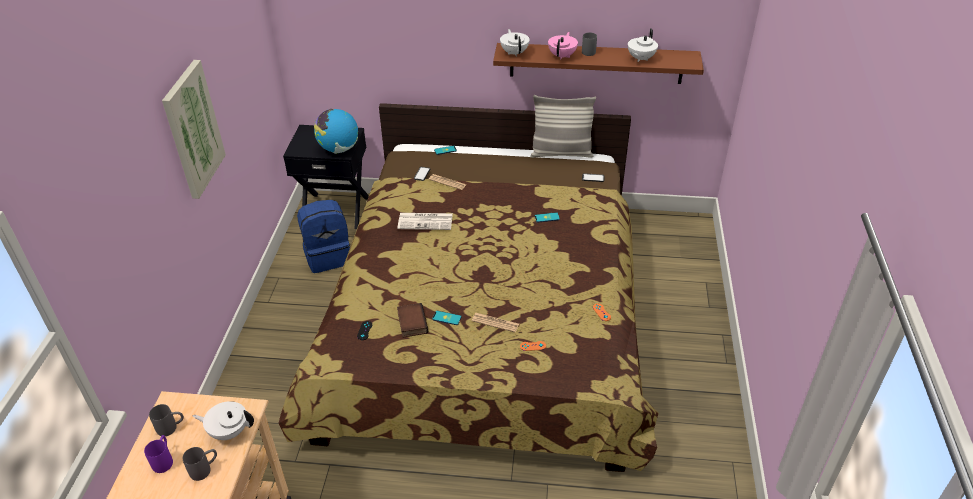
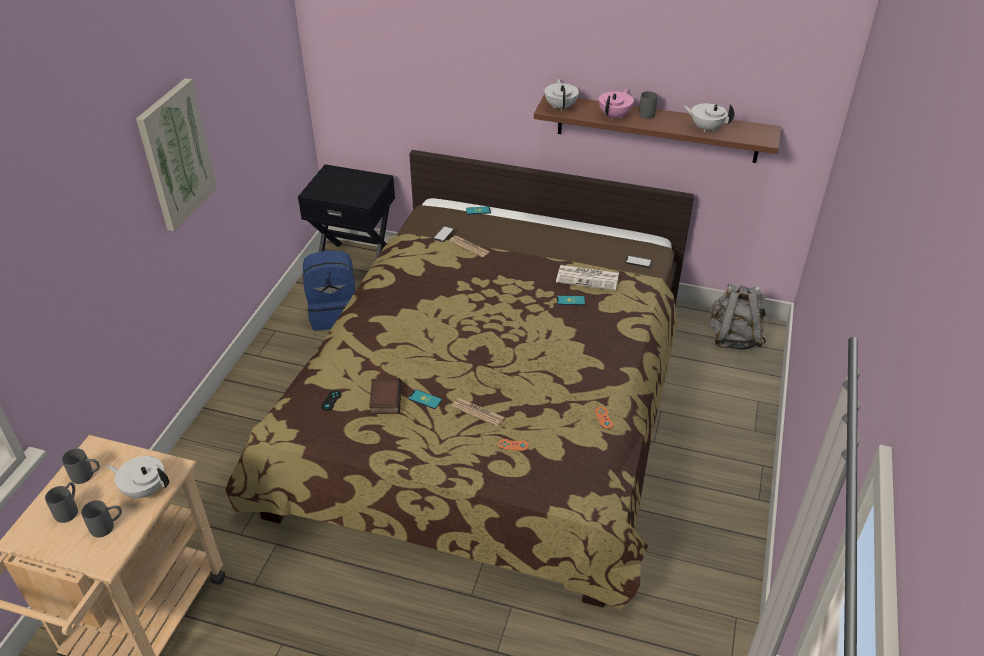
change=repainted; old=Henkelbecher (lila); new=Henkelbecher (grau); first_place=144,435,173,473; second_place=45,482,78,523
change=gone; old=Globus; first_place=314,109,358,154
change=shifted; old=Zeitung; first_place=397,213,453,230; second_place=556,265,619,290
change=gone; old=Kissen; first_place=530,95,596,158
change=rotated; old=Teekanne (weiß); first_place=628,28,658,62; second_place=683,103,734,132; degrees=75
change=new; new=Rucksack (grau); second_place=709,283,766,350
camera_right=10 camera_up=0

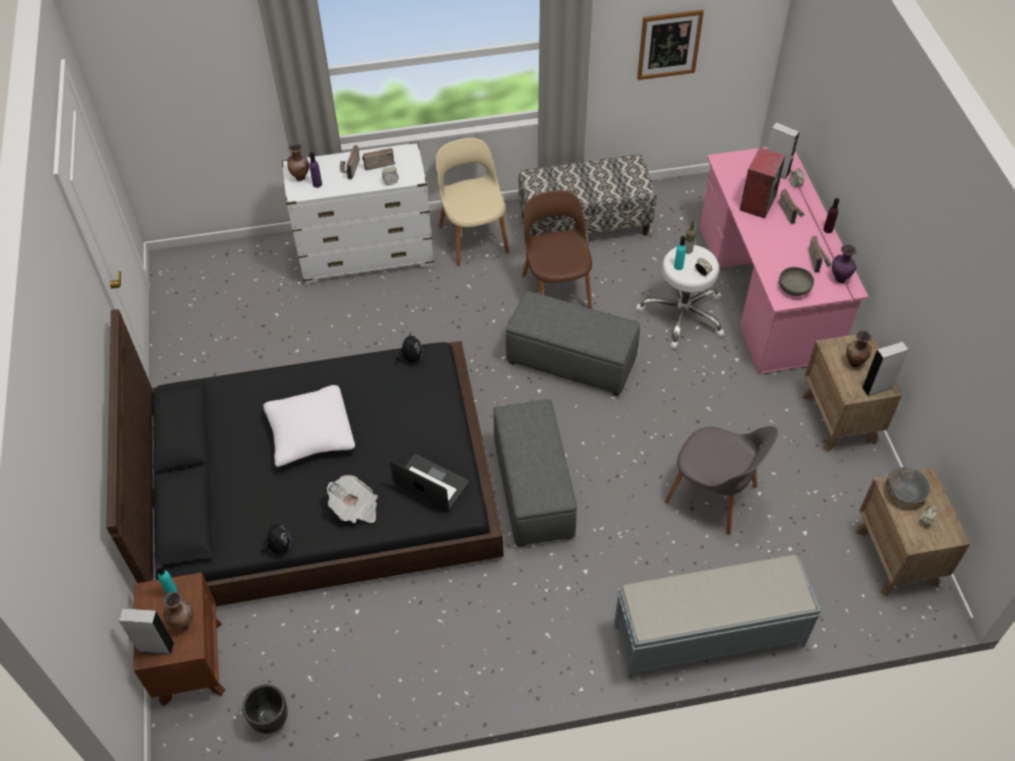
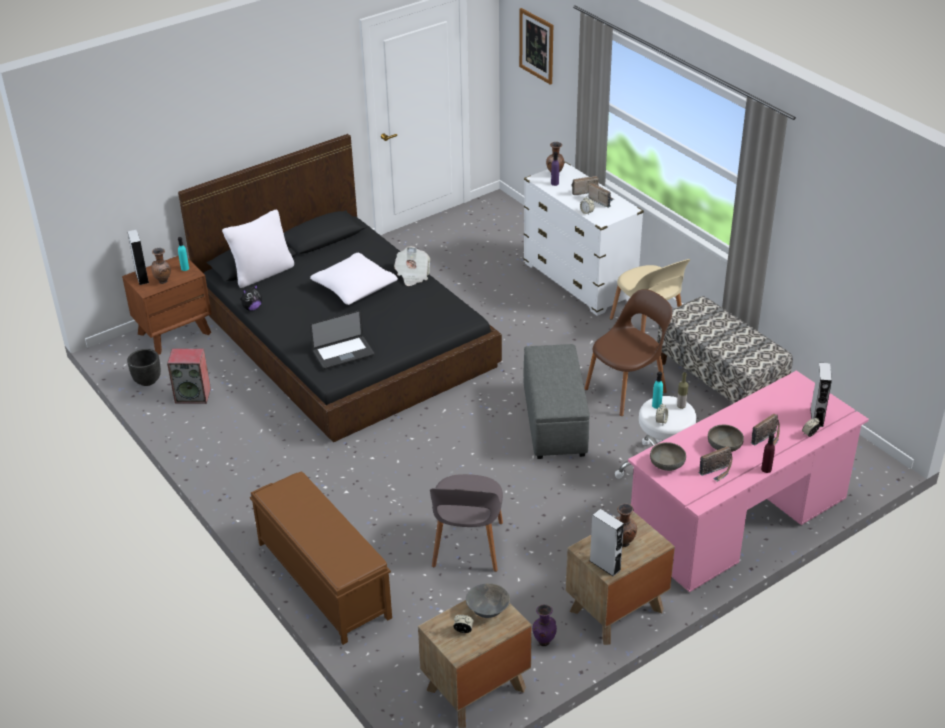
change=shifted; old=Zeitung; first_place=327,475,378,523; second_place=394,246,430,286
change=rotated; old=Laptop; first_place=390,454,469,510; second_place=310,310,374,370; degrees=60
change=gone; old=Plüschtier; first_place=396,331,423,363
change=rotated; old=Stuhl (beige); first_place=436,138,509,266; second_place=610,259,691,333; degrees=105
change=gone; old=Polsterhocker (grau); first_place=493,399,577,547
change=repainted; old=Bank (grau); new=Bank (braun); first_place=614,555,822,679; second_place=250,472,392,645
change=shifted; old=Bild; first_place=637,10,704,80; second_place=519,8,553,85
change=shifted; old=Lautsprecher; first_place=740,147,786,218; second_place=167,349,211,404
change=shifted; old=Vase (lila); first_place=832,244,856,283; second_place=532,605,557,646
change=new; new=Kissen (weiß); second_place=222,210,294,288
change=new; new=Schüssel (grau); second_place=708,425,744,452
camera_right=65 camera_up=-15

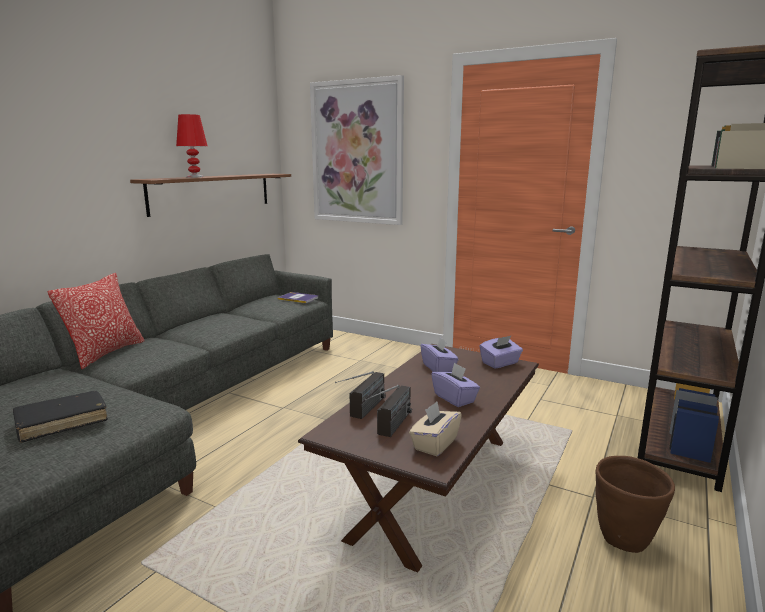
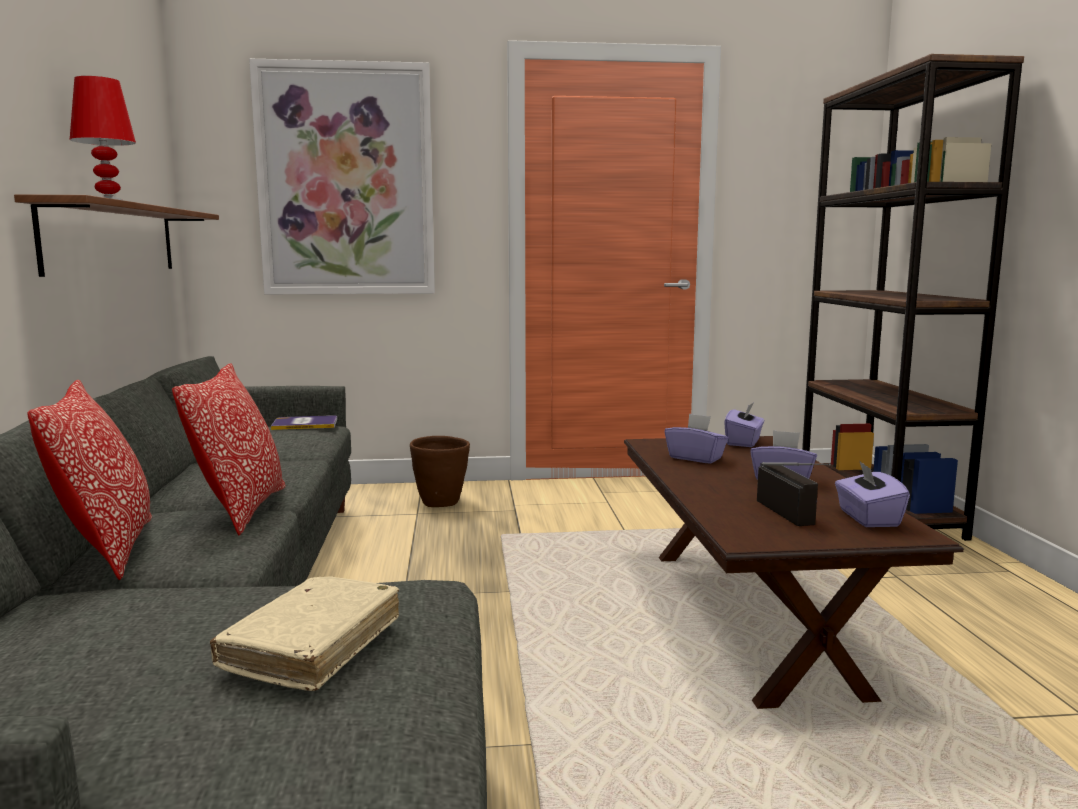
change=repainted; old=Buch (schwarz); new=Buch (beige); first_place=13,391,108,443; second_place=210,576,399,691
change=gone; old=Radio; first_place=335,371,386,419
change=repainted; old=Taschentuchbox (beige); new=Taschentuchbox (lila); first_place=409,402,462,456; second_place=835,460,910,527
change=shifted; old=Pflanzkübel (braun); first_place=596,456,675,553; second_place=410,436,470,507
change=new; new=Kissen; second_place=172,363,286,536
camera_right=-35 camera_up=-5

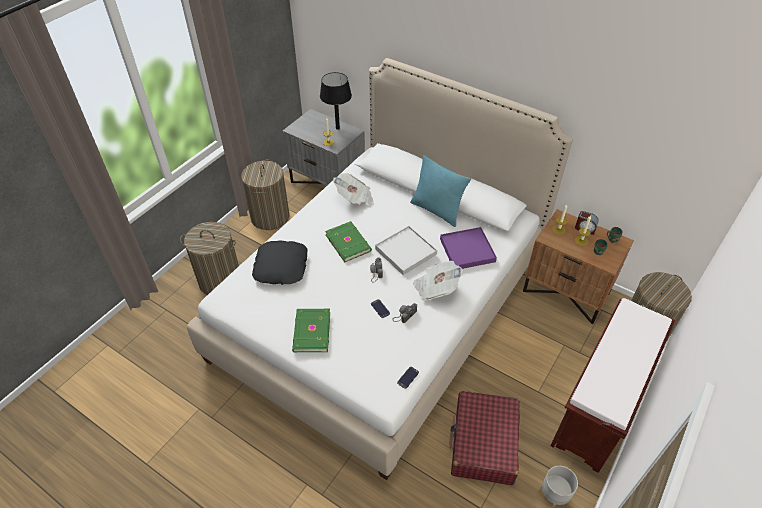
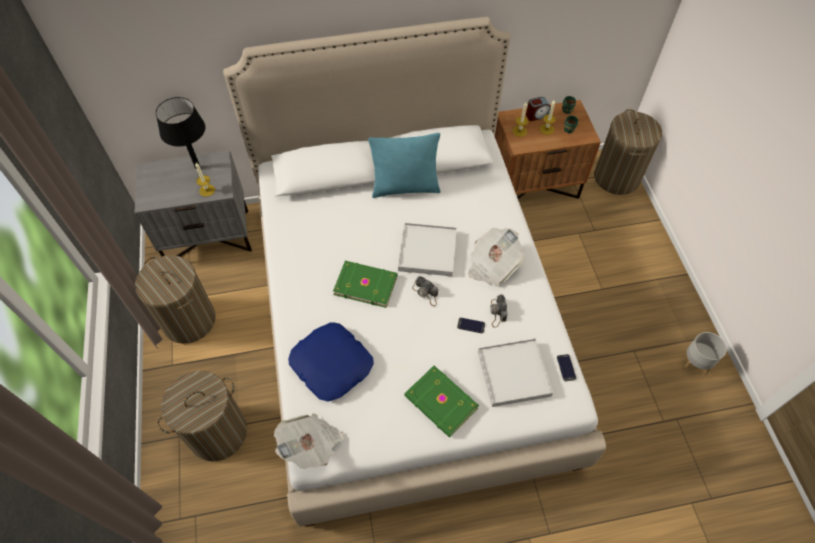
change=repainted; old=Kissen (schwarz); new=Kissen (blau); first_place=252,241,307,285; second_place=288,323,374,402
change=shifted; old=Zeitung; first_place=333,173,374,205; second_place=274,413,344,469
change=gone; old=Tablett (lila); first_place=440,227,497,269
change=gone; old=Koffer (rot); first_place=449,391,520,485
change=gone; old=Bank (braun); first_place=550,298,675,473
change=new; new=Tablett (weiß); second_place=478,338,553,407
camera_right=-45 camera_up=10

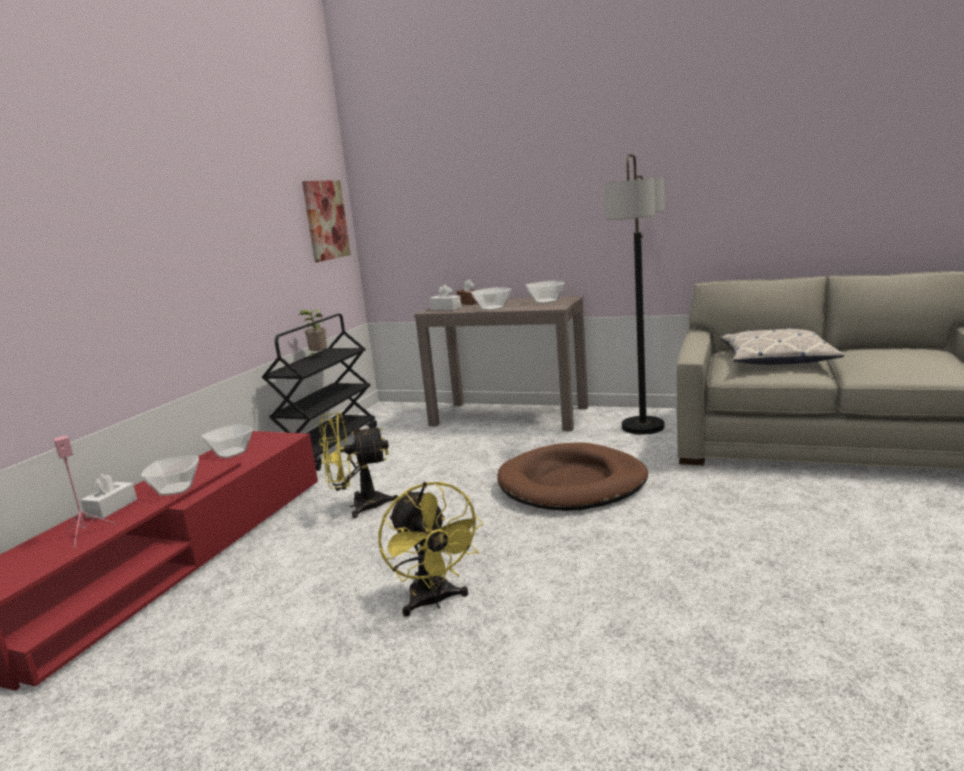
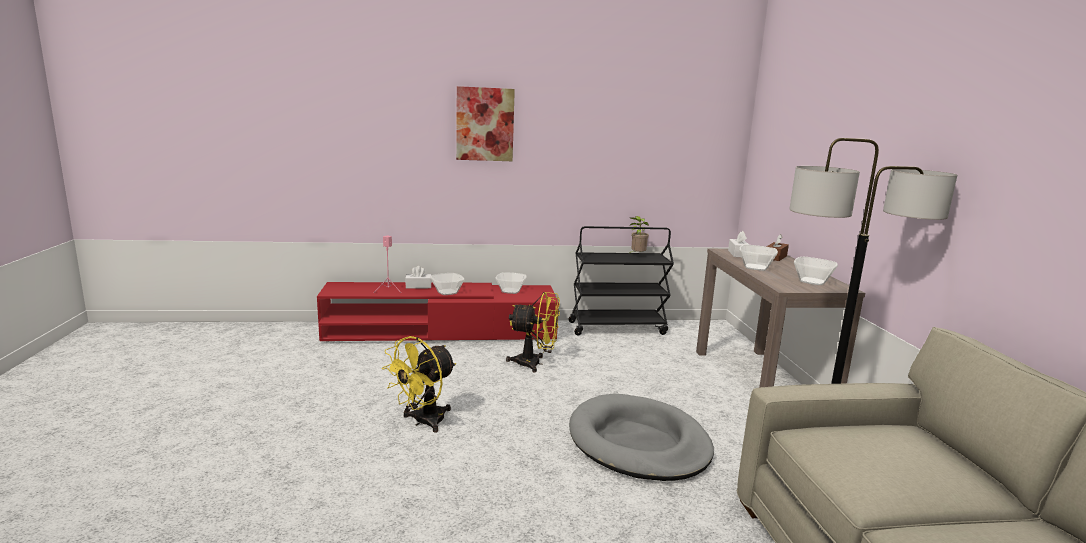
change=shifted; old=Bild; first_place=302,180,351,262; second_place=456,86,515,161
change=rotated; old=Ventilator (gelb); first_place=319,412,398,518; second_place=506,292,560,372; degrees=135
change=repainted; old=Hundebett (braun); new=Hundebett (grau); first_place=497,443,648,511; second_place=569,394,714,481
change=gone; old=Kissen; first_place=720,328,845,365
camera_right=60 camera_up=0

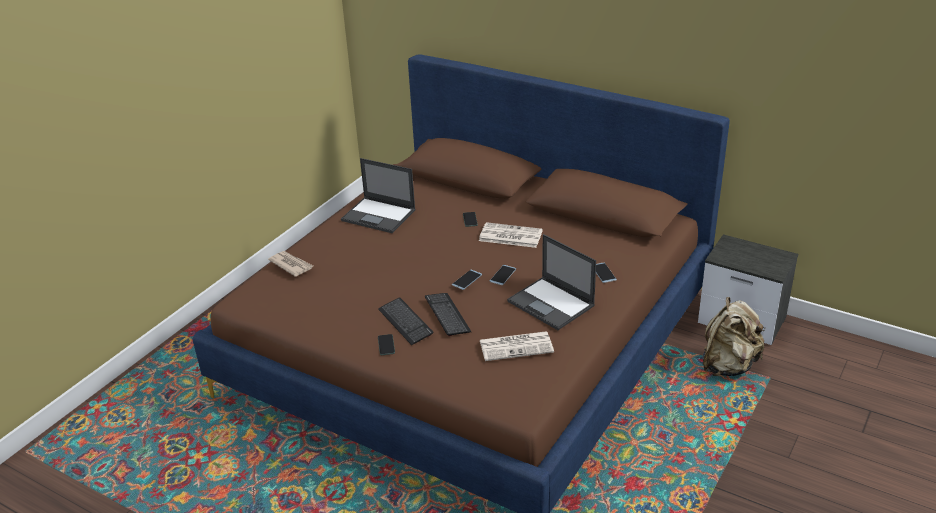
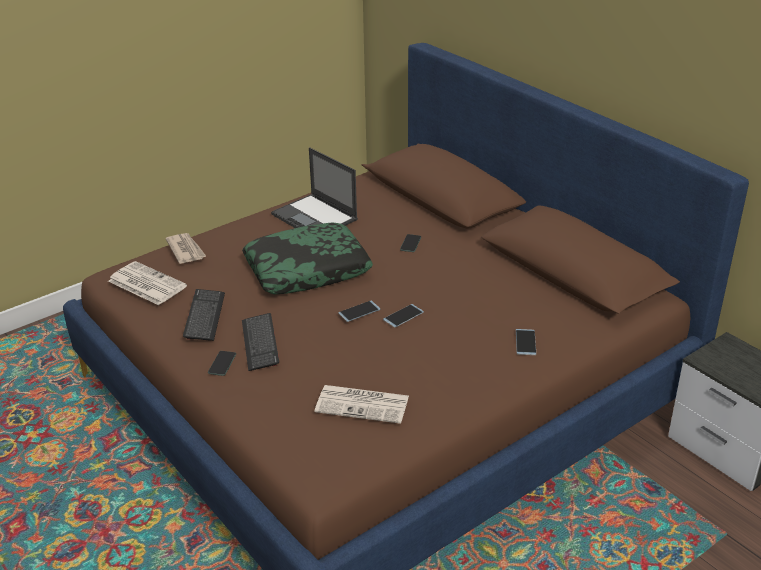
change=shifted; old=Tastatur; first_place=425,293,472,336; second_place=183,289,225,341
change=shifted; old=Zeitung; first_place=479,222,543,248; second_place=108,261,187,305
change=gone; old=Laptop; first_place=507,234,596,330
change=gone; old=Rucksack (beige); first_place=703,297,766,376
change=new; new=Kissen; second_place=242,223,373,294
camera_right=20 camera_up=0

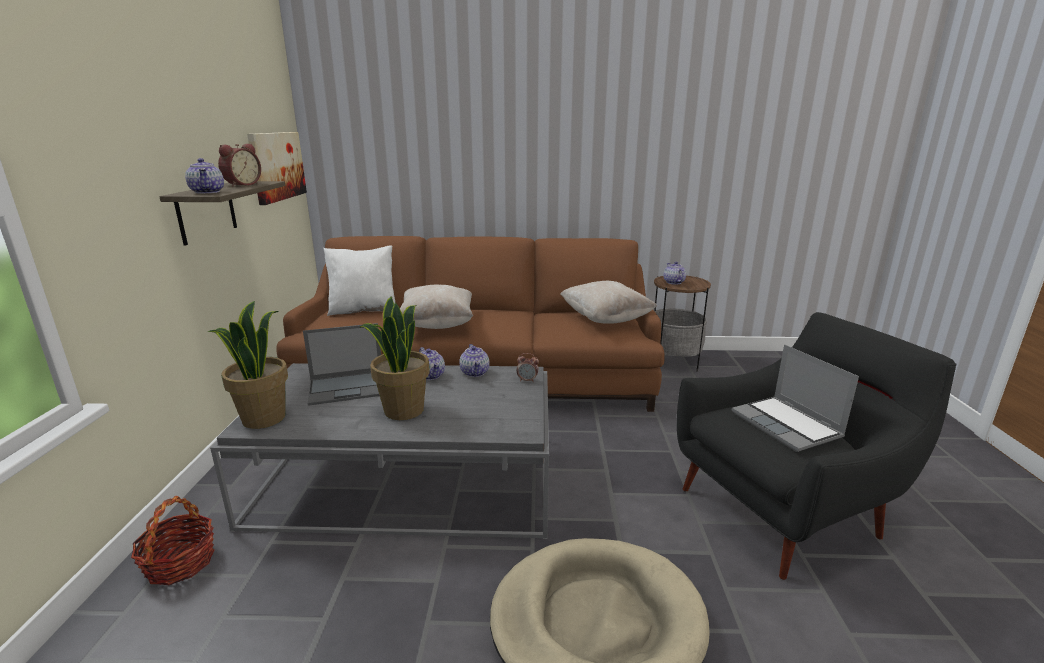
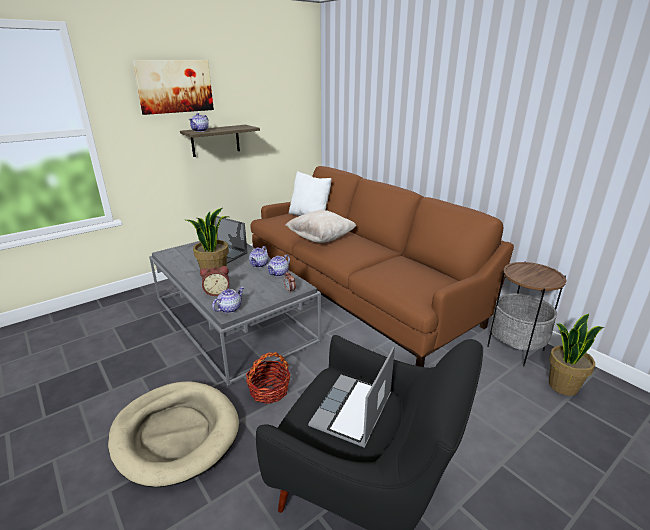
change=shifted; old=Korb; first_place=131,496,215,585; second_place=246,352,291,404
change=shifted; old=Topfpflanze; first_place=207,301,288,429; second_place=549,314,605,396
change=shifted; old=Wecker; first_place=218,144,261,187; second_place=200,266,229,296
change=shifted; old=Bild; first_place=247,132,307,205; second_place=132,60,214,115
change=gone; old=Kissen (beige); first_place=560,281,657,324
change=shifted; old=Teekanne; first_place=663,261,686,285; second_place=212,287,244,313
camera_right=50 camera_up=5

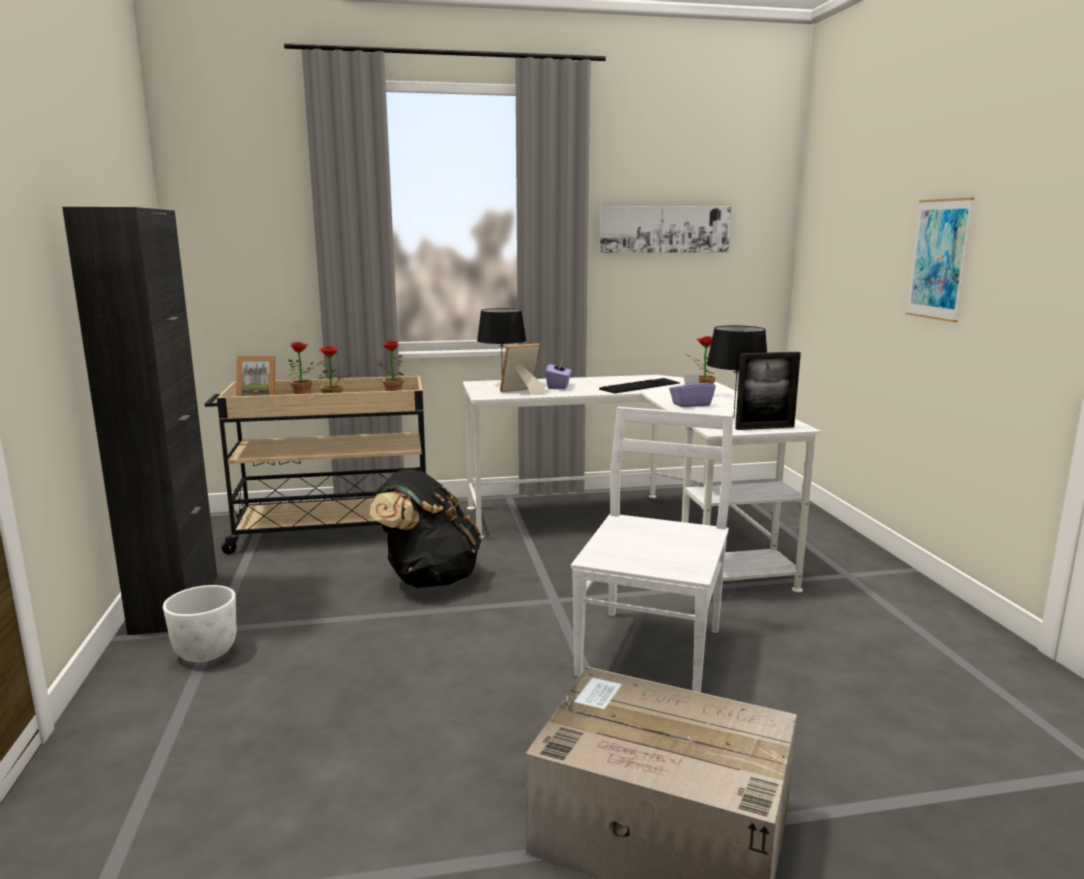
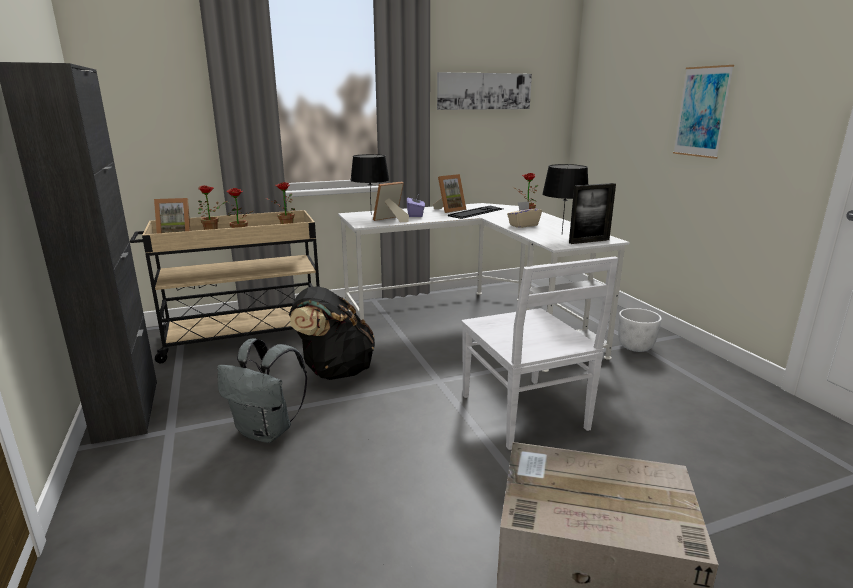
change=shifted; old=Pflanzkübel (weiß); first_place=163,585,236,662; second_place=618,308,662,352
change=rotated; old=Stuhl (weiß); first_place=571,407,733,692; second_place=461,256,618,450; degrees=150
change=repainted; old=Taschentuchbox (lila); new=Taschentuchbox (beige); first_place=669,373,716,407; second_place=507,201,542,228
change=new; new=Rucksack (grau); second_place=217,338,307,443
change=new; new=Bilderrahmen; second_place=433,174,467,213
camera_right=-10 camera_up=5

